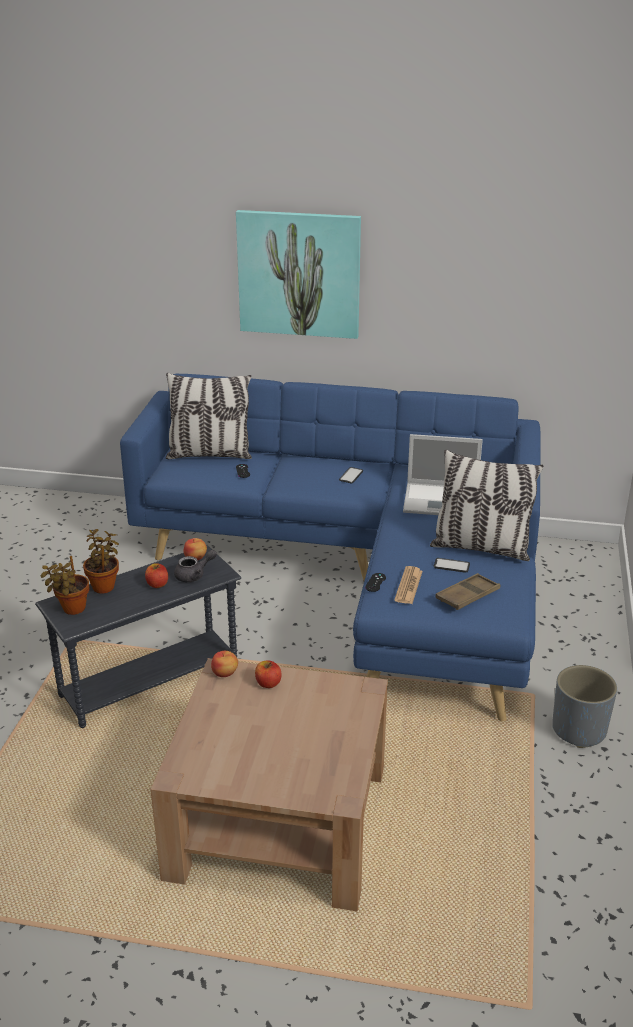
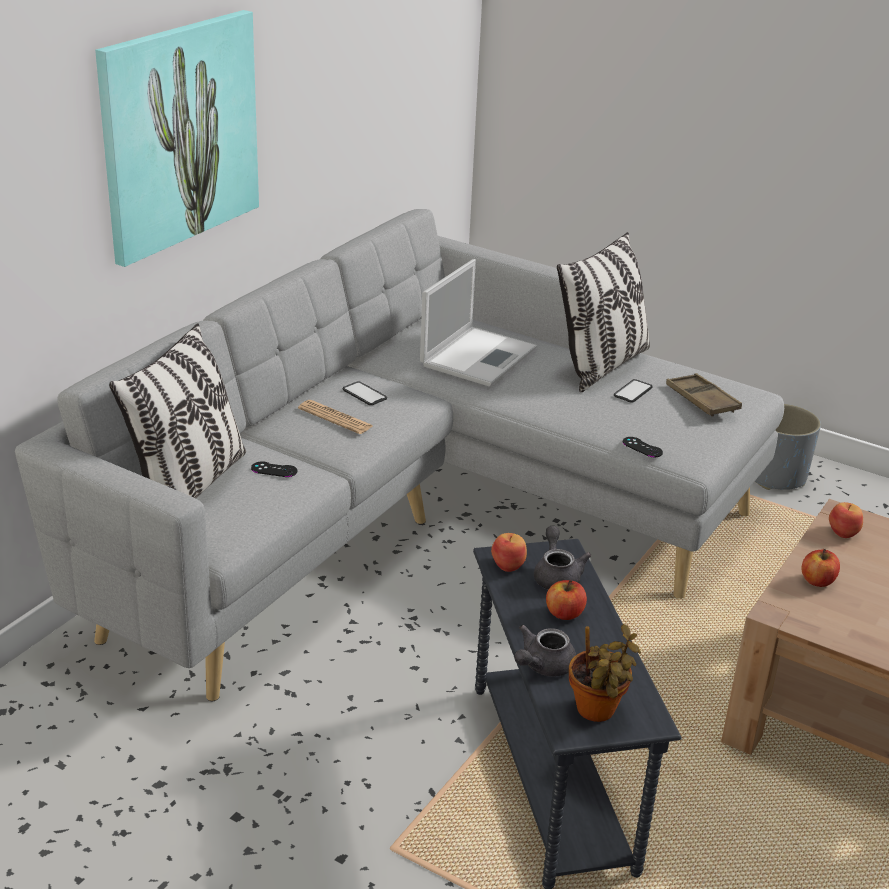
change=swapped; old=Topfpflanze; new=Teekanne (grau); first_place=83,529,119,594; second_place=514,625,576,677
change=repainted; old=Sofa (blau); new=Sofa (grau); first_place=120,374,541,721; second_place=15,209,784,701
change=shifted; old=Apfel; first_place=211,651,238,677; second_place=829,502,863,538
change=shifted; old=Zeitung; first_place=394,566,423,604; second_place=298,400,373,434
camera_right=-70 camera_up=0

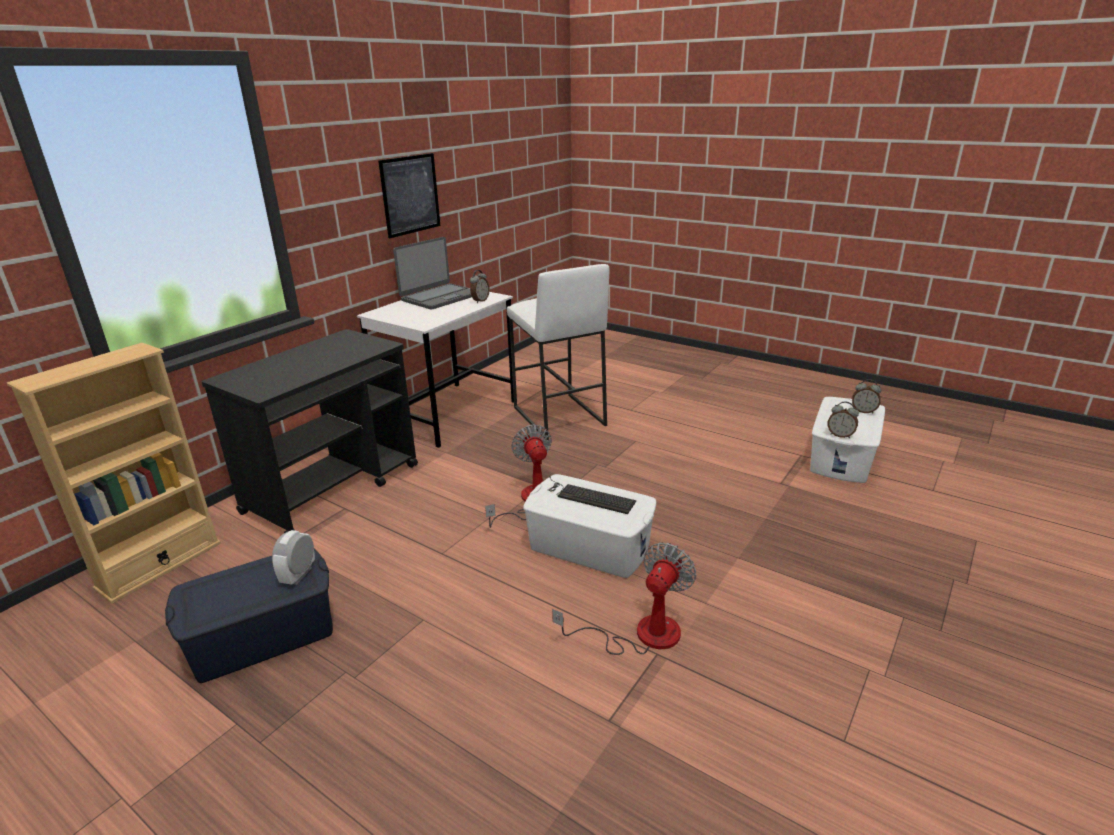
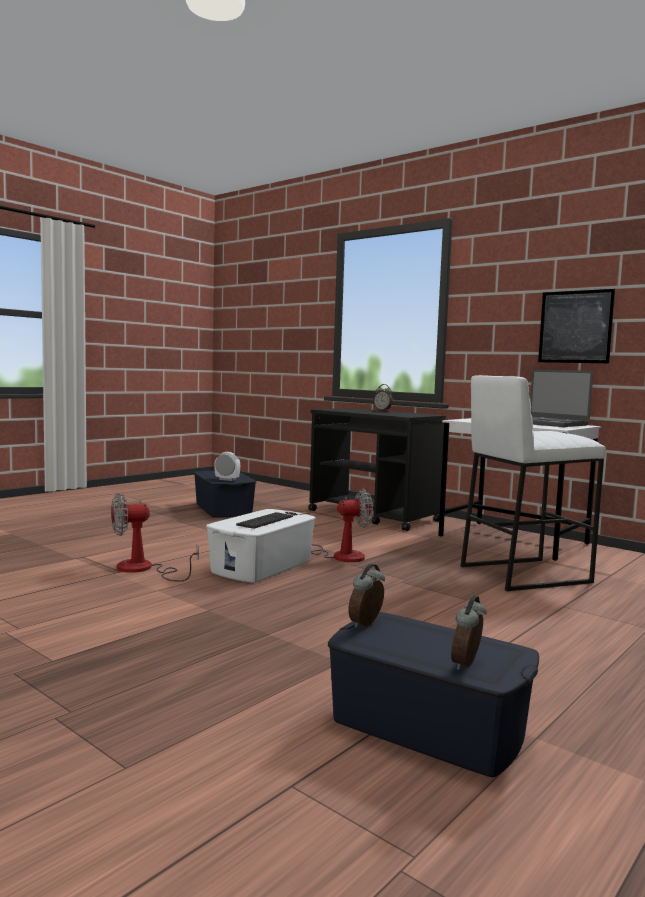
change=gone; old=Bücherregal (beige); first_place=7,343,221,604
change=shifted; old=Wecker; first_place=470,270,490,303; second_place=373,384,393,411
change=rotated; old=Ventilator; first_place=552,542,697,655; second_place=111,493,199,582; degrees=120
change=repainted; old=Aufbewahrungsbox (weiß); new=Aufbewahrungsbox (blau); first_place=810,397,885,483; second_place=328,612,539,777
camera_right=95 camera_up=-20

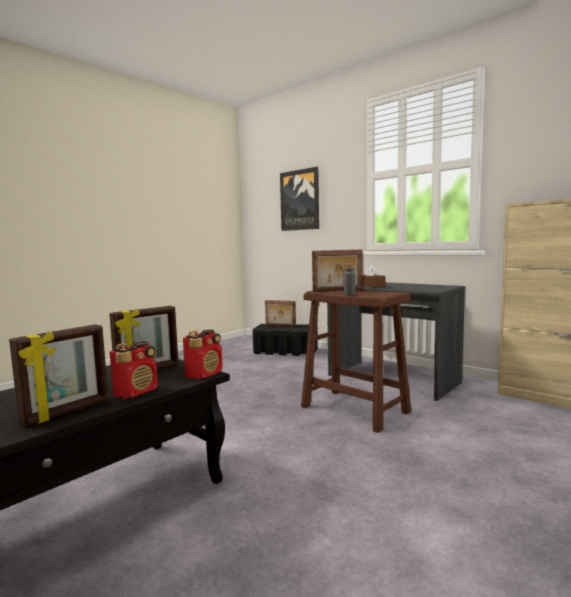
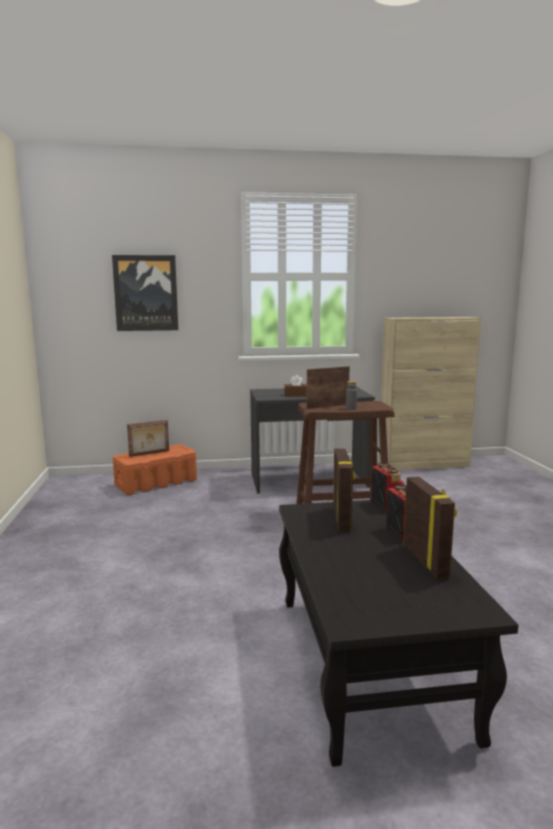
change=repainted; old=Aufbewahrungsbox (schwarz); new=Aufbewahrungsbox (orange); first_place=252,324,318,356; second_place=113,444,197,495
change=rotated; old=Bilderrahmen; first_place=312,250,362,292; second_place=306,366,350,409; degrees=-150
camera_right=-50 camera_up=5

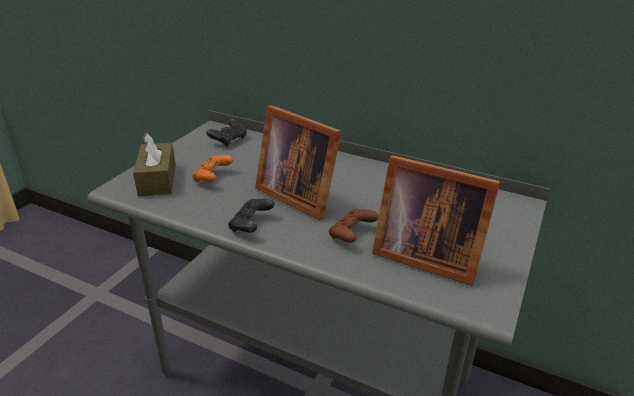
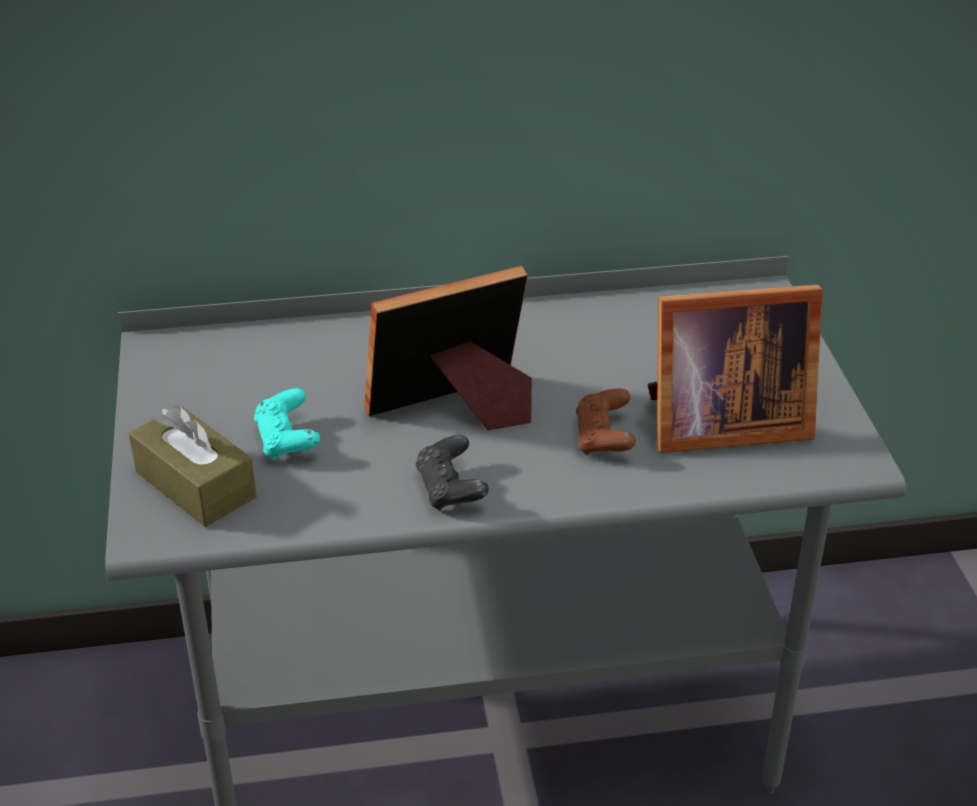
change=repainted; old=Gamepad (orange); new=Gamepad (türkis); first_place=192,155,233,183; second_place=254,388,320,460
change=gone; old=Gamepad (schwarz); first_place=206,119,247,147
change=rotated; old=Bilderrahmen; first_place=255,106,342,220; second_place=364,266,532,430; degrees=150
camera_right=-35 camera_up=5

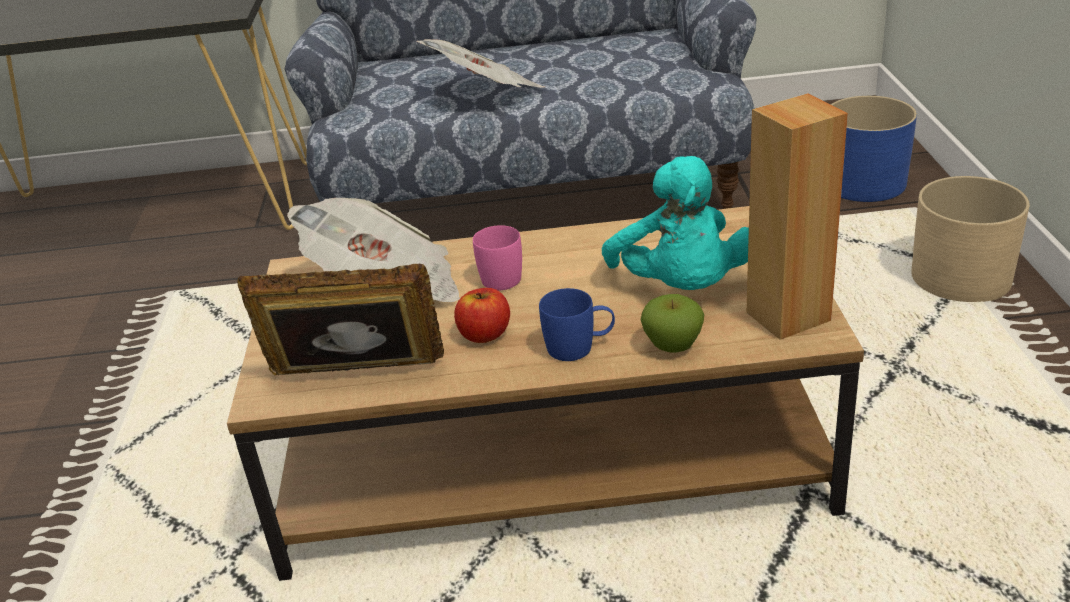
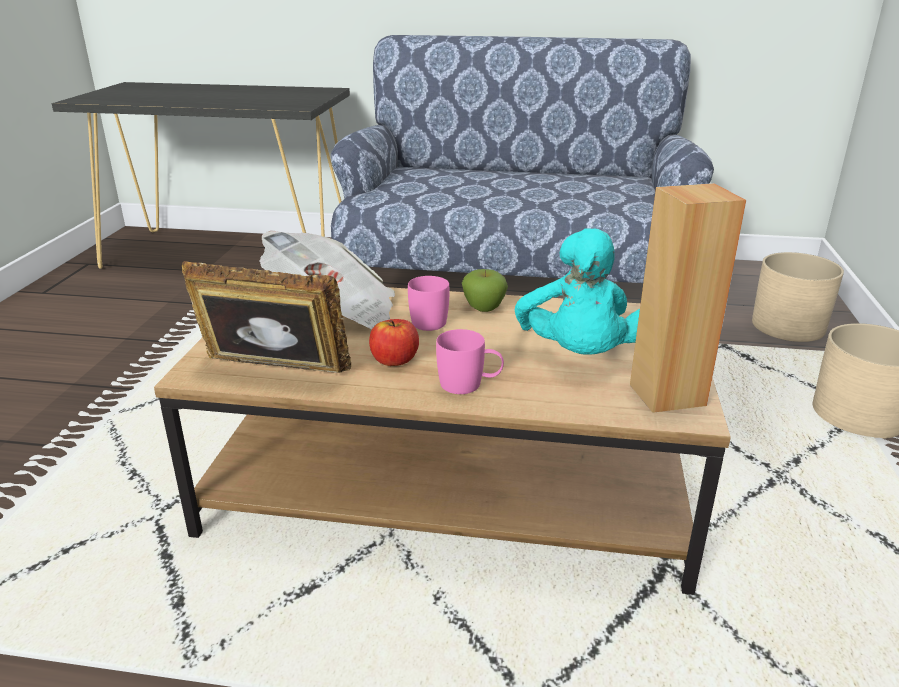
change=gone; old=Zeitung; first_place=417,39,546,88
change=repainted; old=Henkelbecher (blau); new=Henkelbecher (rosa); first_place=539,288,615,361; second_place=436,329,504,394
change=shifted; old=Apfel; first_place=641,294,704,353; second_place=462,269,508,312
change=repainted; old=Pflanzkübel (blau); new=Pflanzkübel (beige); first_place=831,96,917,202; second_place=752,252,844,342
camera_right=10 camera_up=-5

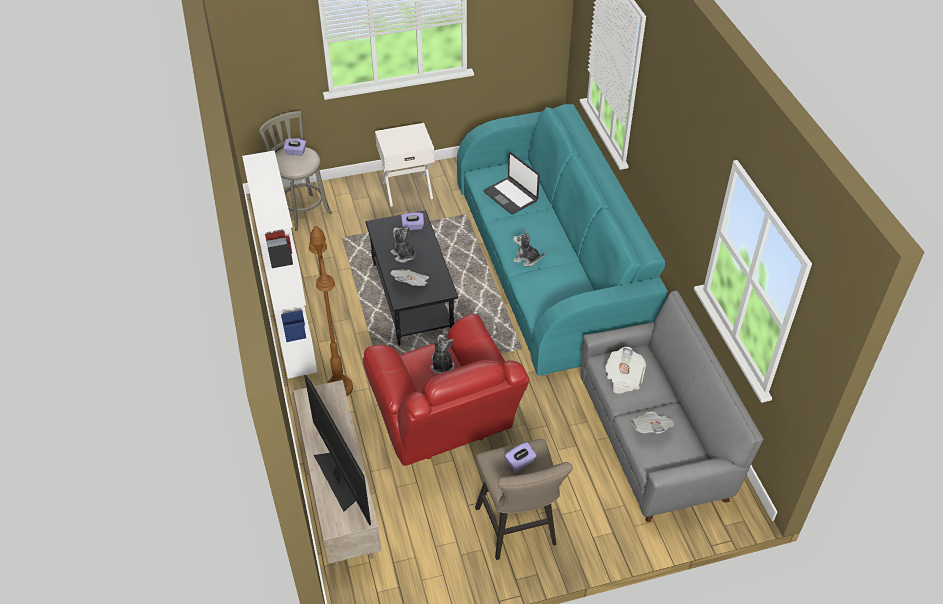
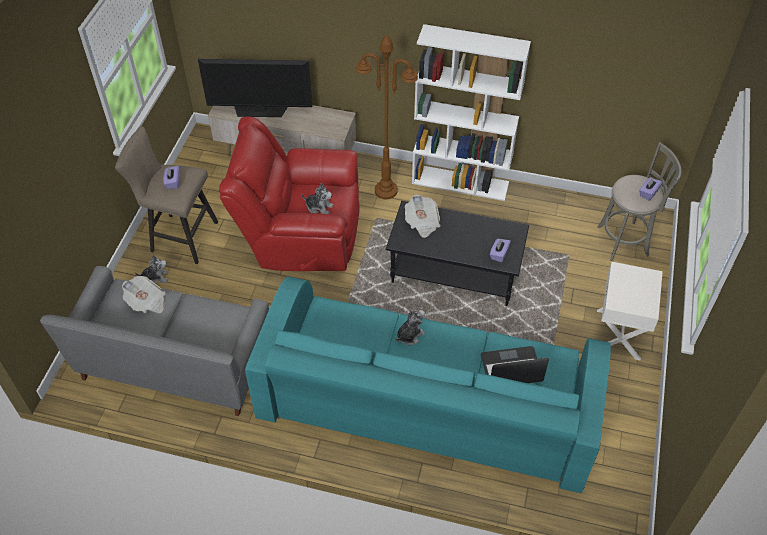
change=shifted; old=Plüschtier; first_place=391,226,415,263; second_place=135,255,168,285
change=gone; old=Zeitung; first_place=605,347,646,394
camera_right=120 camera_up=5

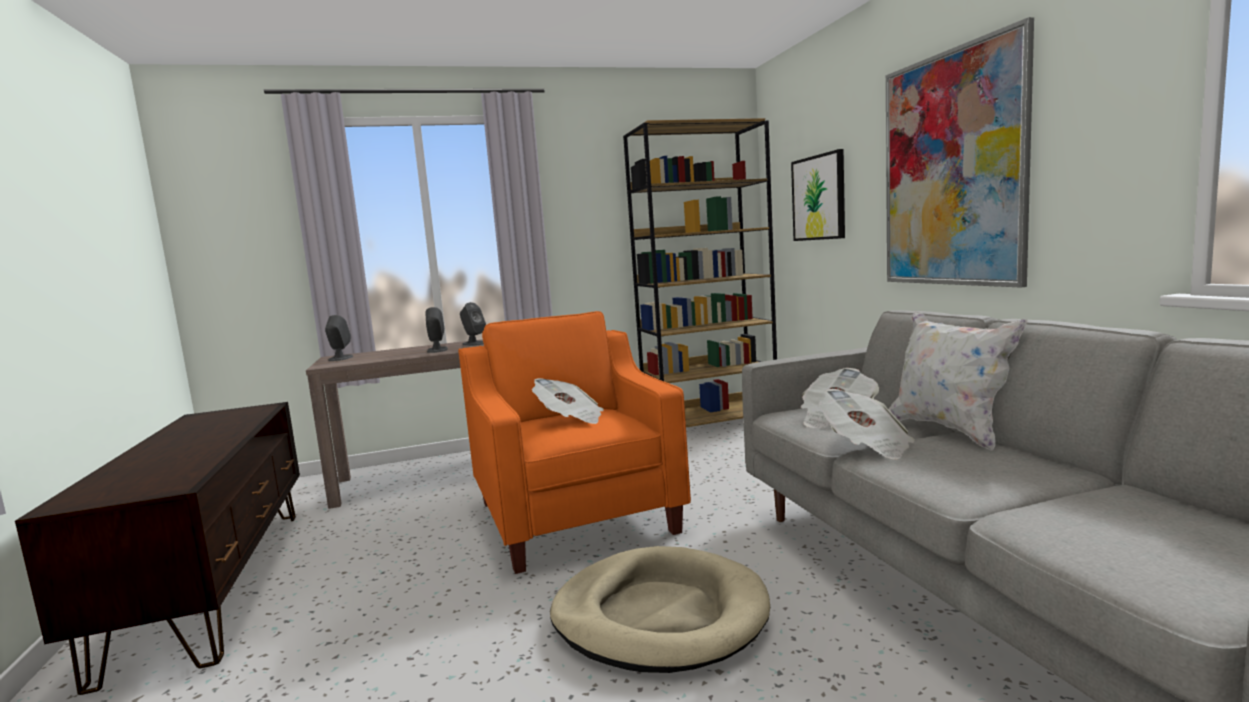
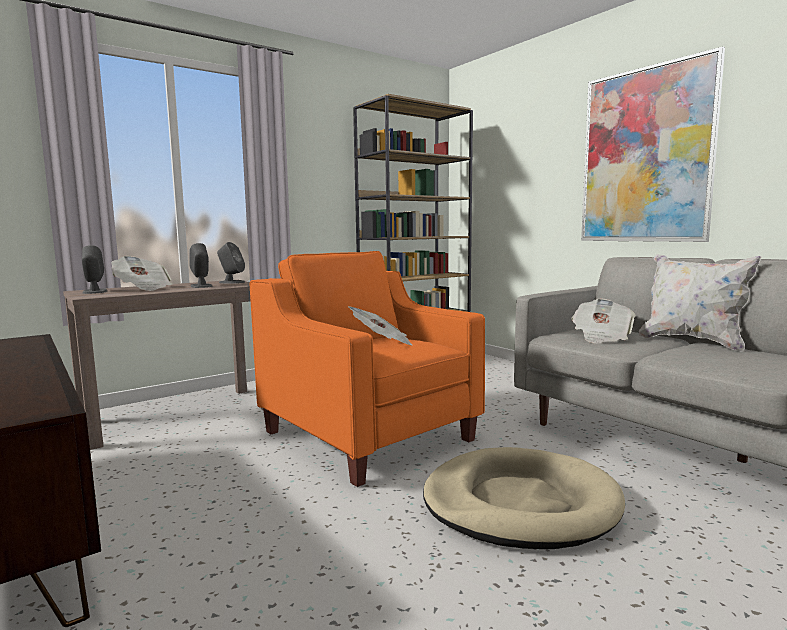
change=gone; old=Bild; first_place=791,149,845,241
change=shifted; old=Zeitung; first_place=819,389,915,460; second_place=111,256,172,291
camera_right=-20 camera_up=0

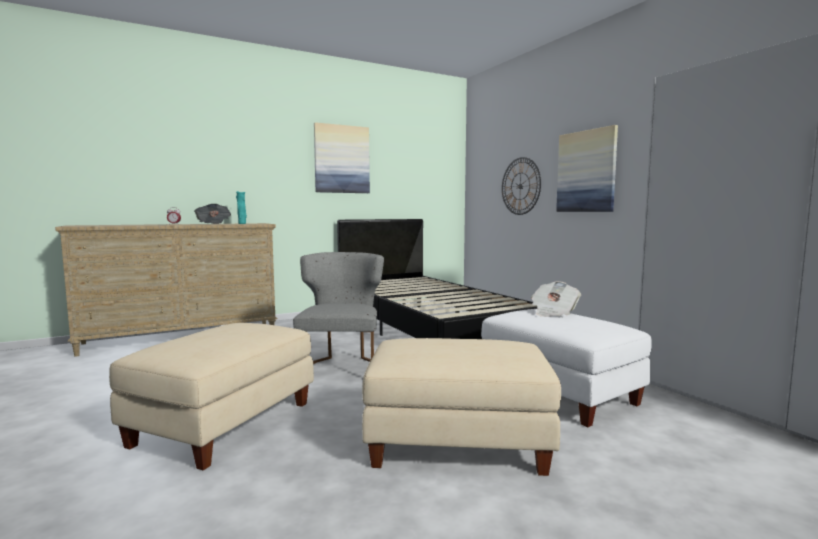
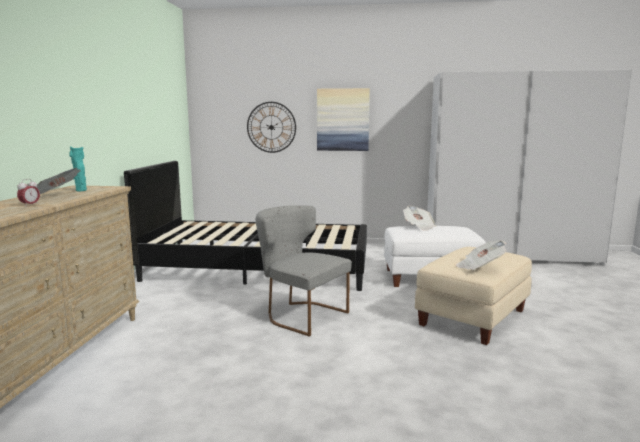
change=gone; old=Polsterhocker (beige); first_place=109,323,314,470
change=gone; old=Bild; first_place=314,122,370,193
change=new; new=Zeitung; second_place=456,241,507,270
camera_right=-55 camera_up=5

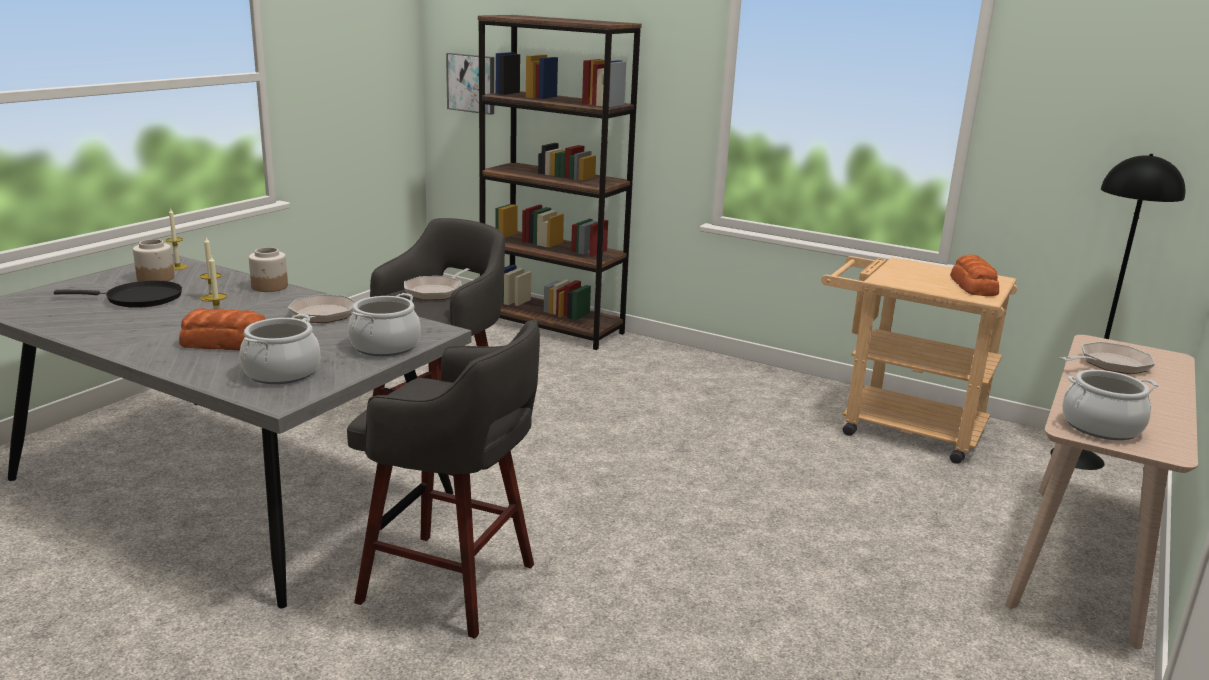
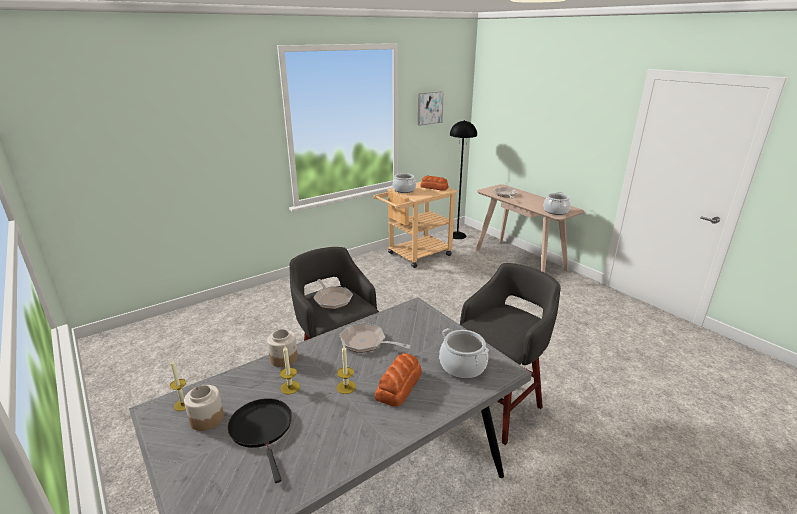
change=rotated; old=Pfanne (schwarz); first_place=54,281,182,308; second_place=228,398,292,483; degrees=-45
change=shifted; old=Kochtopf; first_place=348,293,420,356; second_place=393,172,416,193
change=shifted; old=Bild; first_place=446,53,494,115; second_place=418,92,444,126
change=gone; old=Bücherregal (braun); first_place=478,15,642,350
camera_right=-65 camera_up=5

